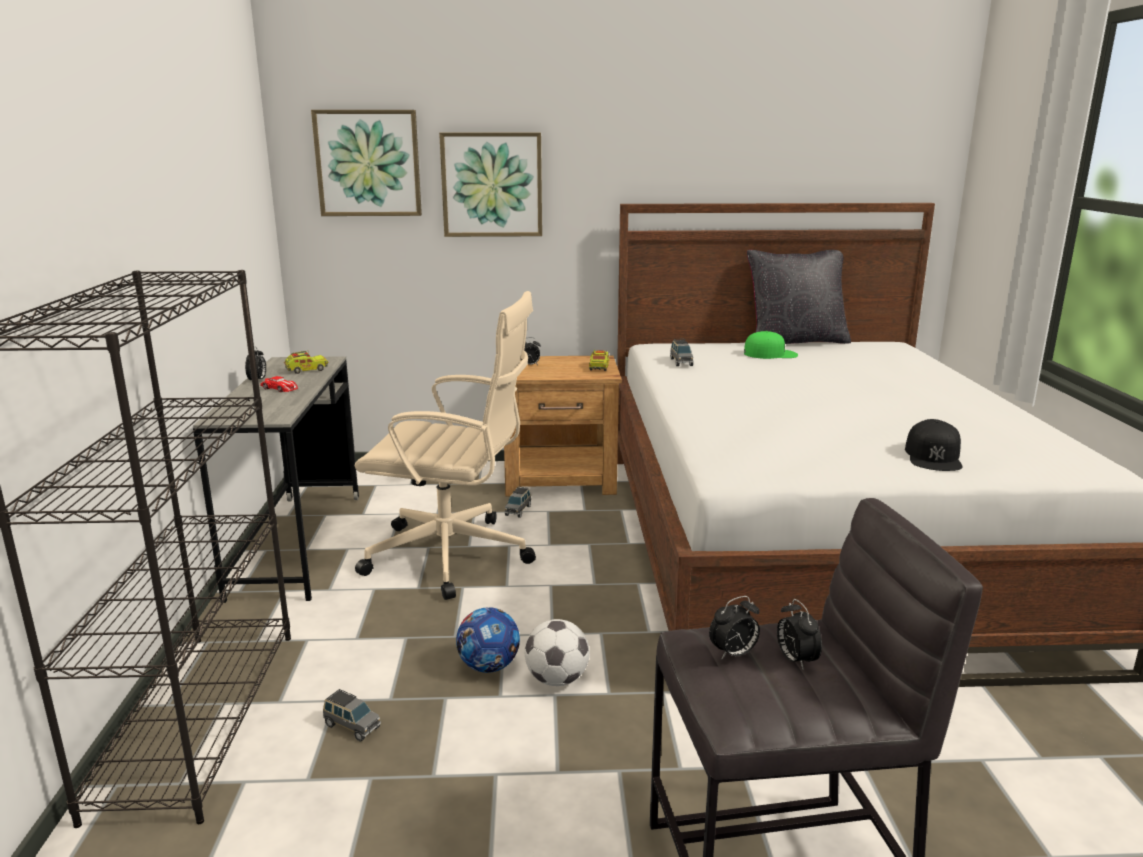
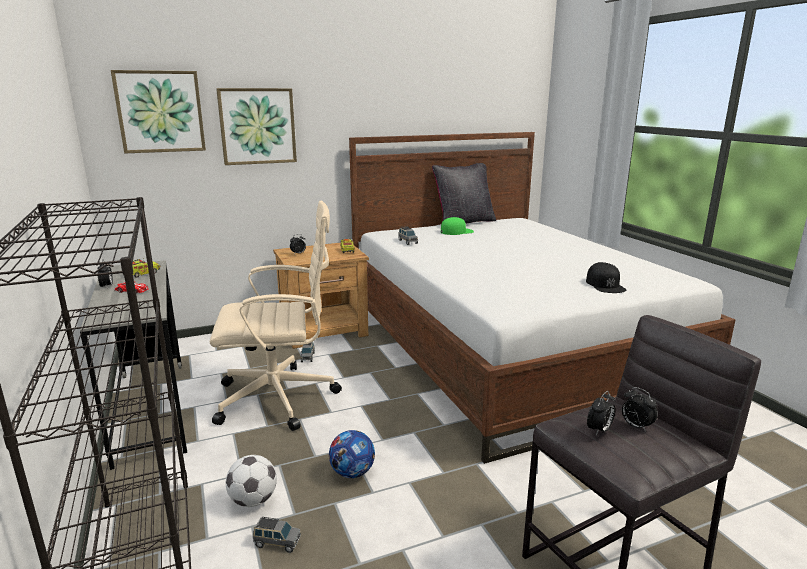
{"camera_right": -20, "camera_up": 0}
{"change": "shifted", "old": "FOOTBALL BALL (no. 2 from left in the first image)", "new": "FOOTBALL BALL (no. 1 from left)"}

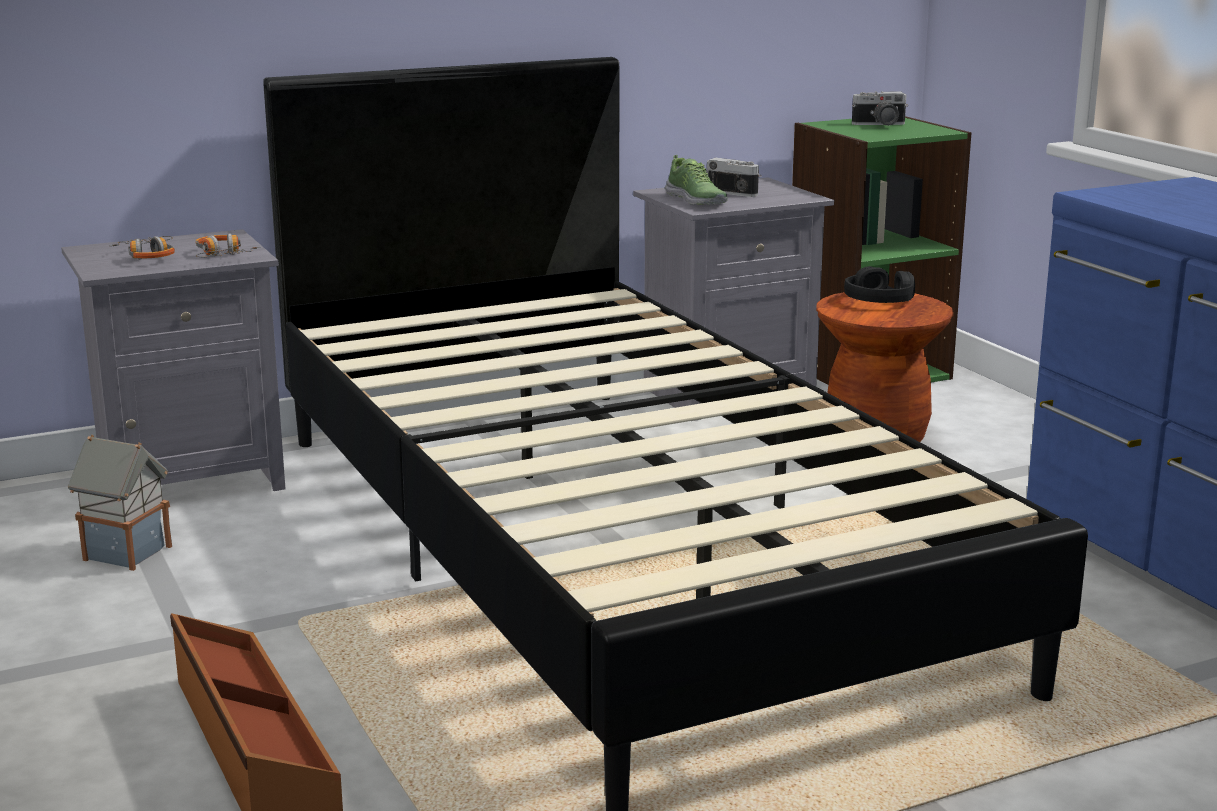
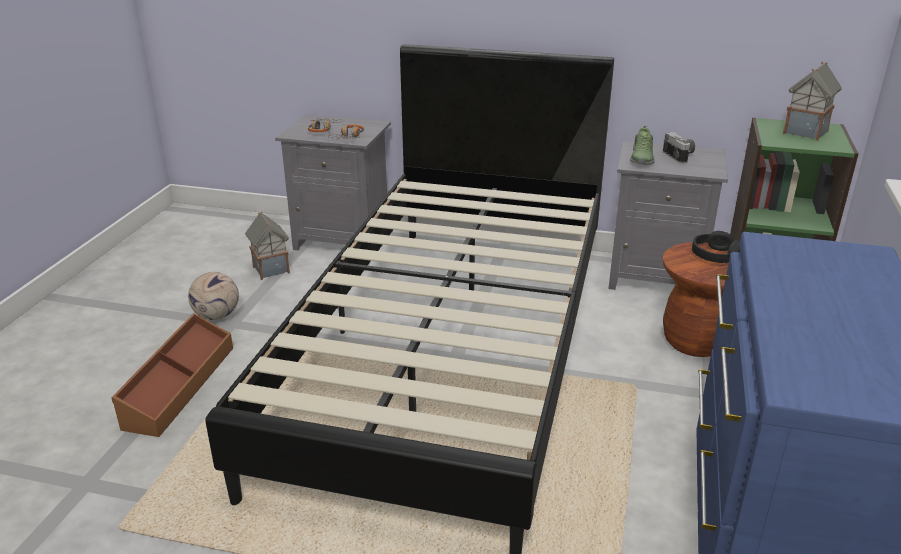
{"camera_right": 40, "camera_up": 10}
{"change": "new", "new": "FOOTBALL BALL"}
{"change": "swapped", "old": "STILL CAMERA (no. 2 from left)", "new": "MODEL HOUSE (no. 2 from left)"}

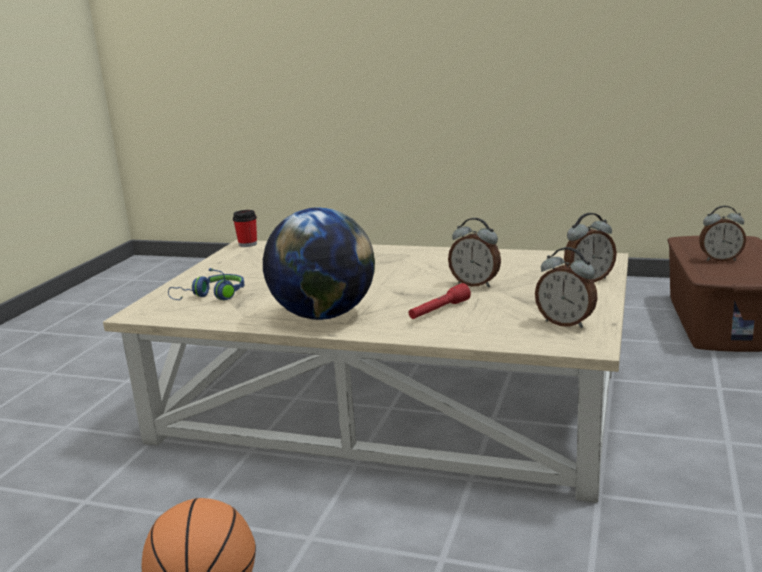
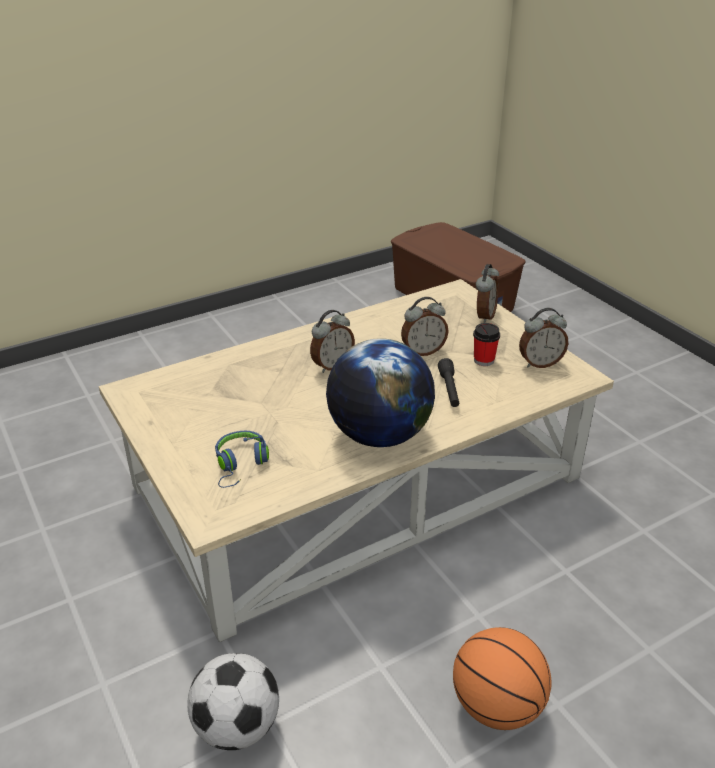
{"camera_right": -50, "camera_up": 15}
{"change": "new", "new": "FOOTBALL BALL"}
{"change": "shifted", "old": "SMALL CUP"}
{"change": "shifted", "old": "TABLE CLOCK (no. 4 from left in the first image)", "new": "TABLE CLOCK (no. 1 from left)"}
{"change": "repainted", "old": "REDDISH TORCH", "new": "BLACKISH TORCH"}

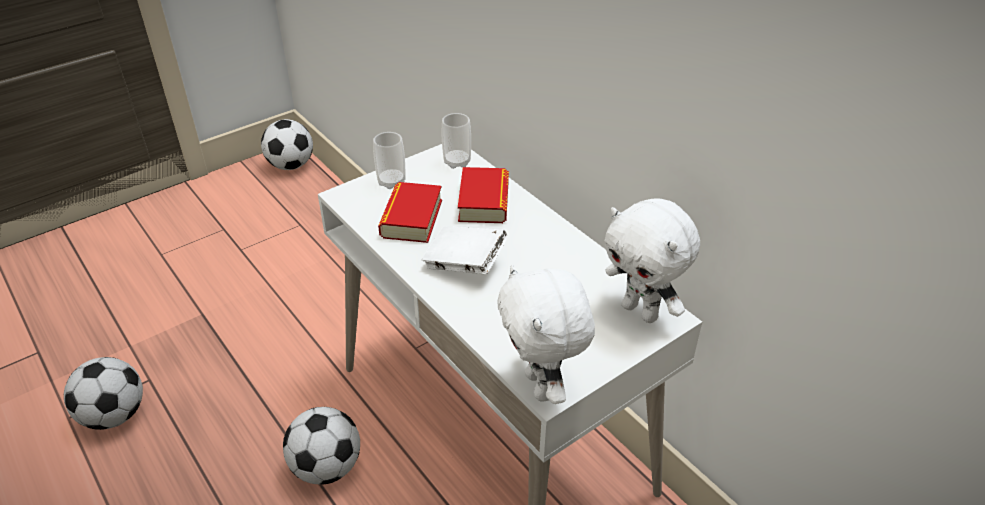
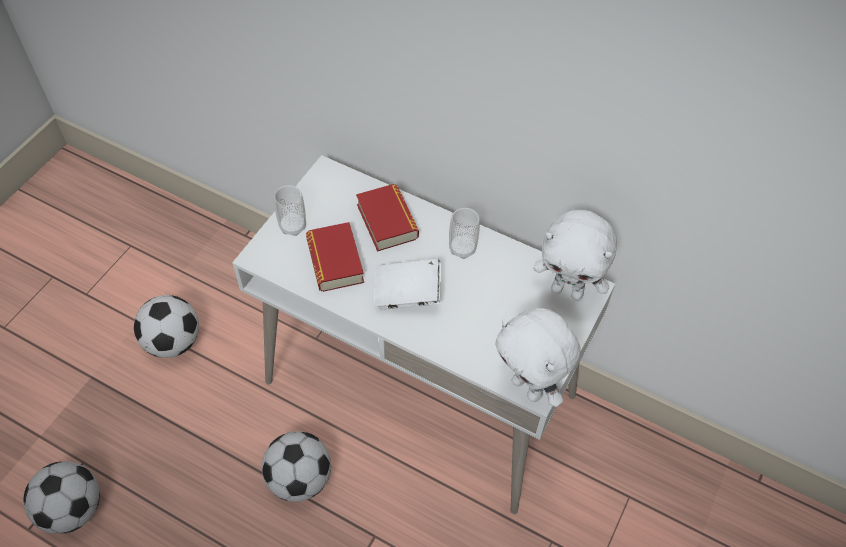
{"camera_right": -25, "camera_up": 15}
{"change": "shifted", "old": "FOOTBALL BALL (no. 2 from left)"}
{"change": "shifted", "old": "SMALL CUP (no. 2 from left)"}

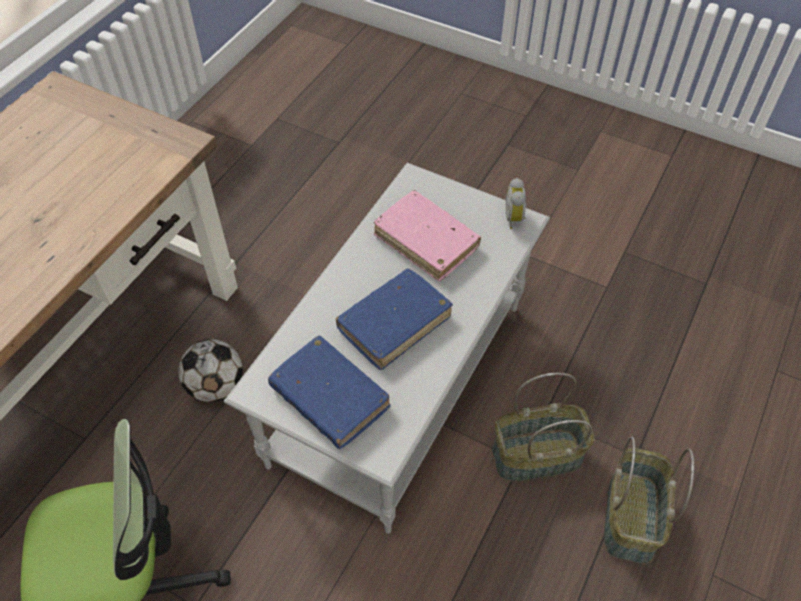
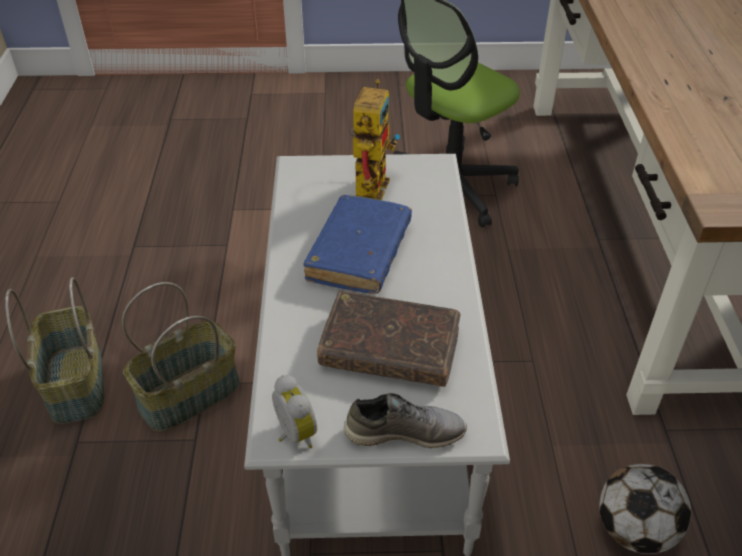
{"camera_right": 150, "camera_up": -10}
{"change": "new", "new": "GREYISH LOW SHOE"}
{"change": "shifted", "old": "FOOTBALL BALL"}
{"change": "swapped", "old": "BLUE-COLOURED VOLUME (no. 1 from left)", "new": "ROBOT FIGURE"}
{"change": "repainted", "old": "PINK-COLOURED VOLUME", "new": "BROWN VOLUME"}

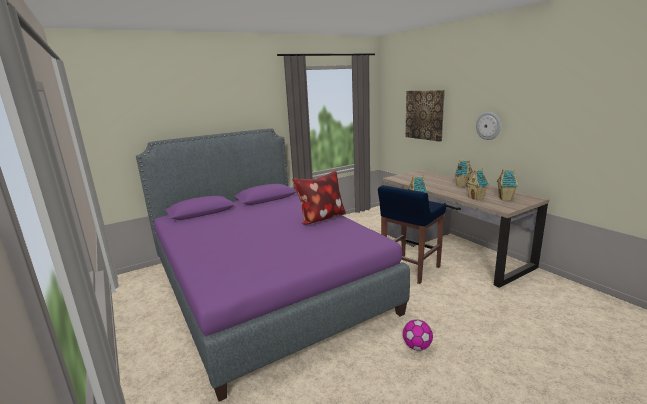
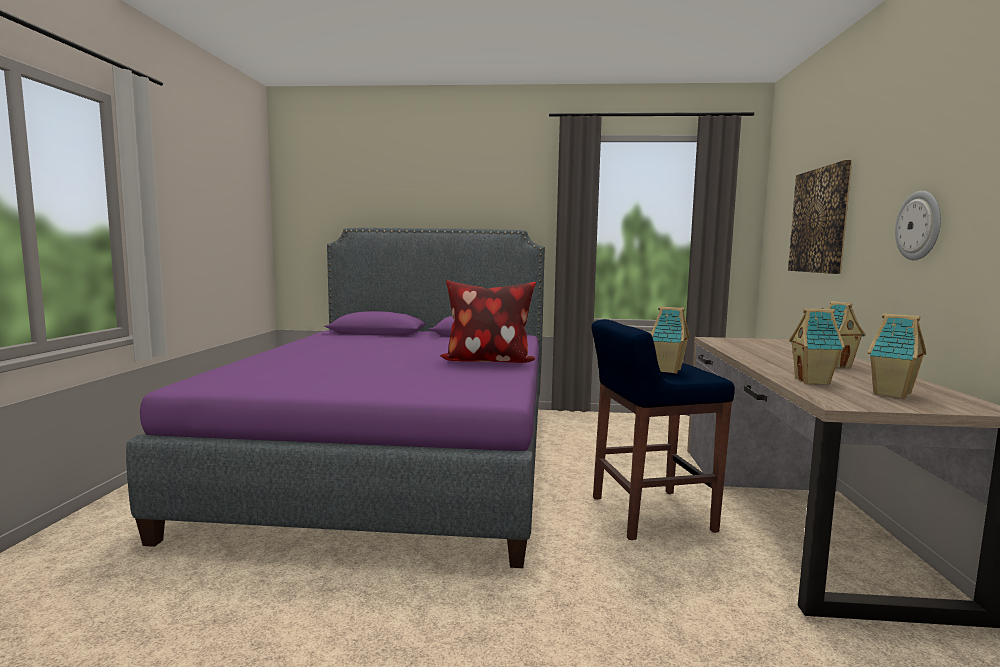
{"camera_right": 35, "camera_up": -10}
{"change": "gone", "old": "FOOTBALL BALL"}

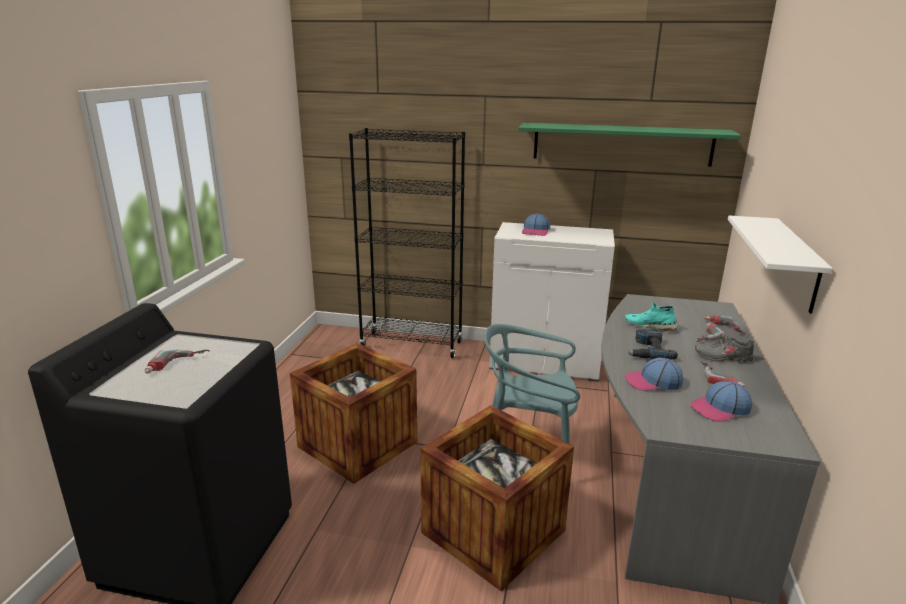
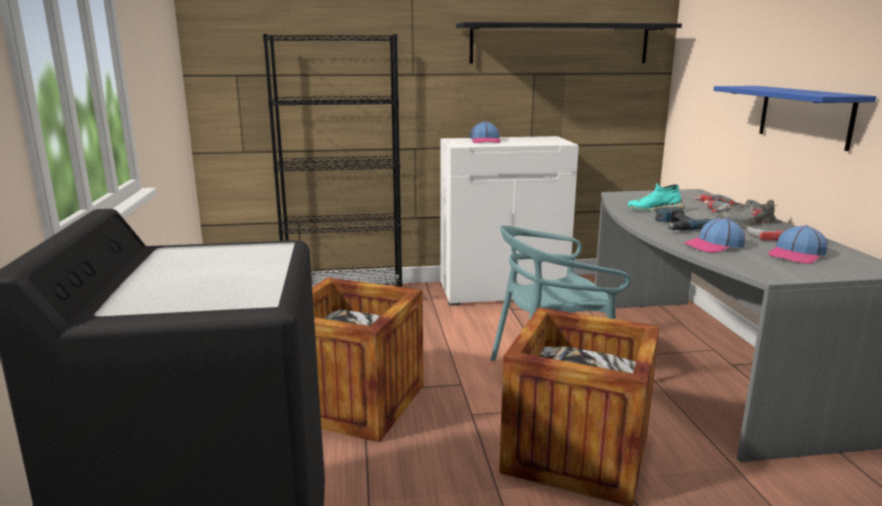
{"camera_right": -20, "camera_up": -5}
{"change": "gone", "old": "POWER DRILL (no. 1 from left)"}
{"change": "repainted", "old": "GREENISH WALL SHELF", "new": "BLACKISH WALL SHELF"}
{"change": "repainted", "old": "WHITE-COLOURED WALL SHELF", "new": "BLUE-COLOURED WALL SHELF"}

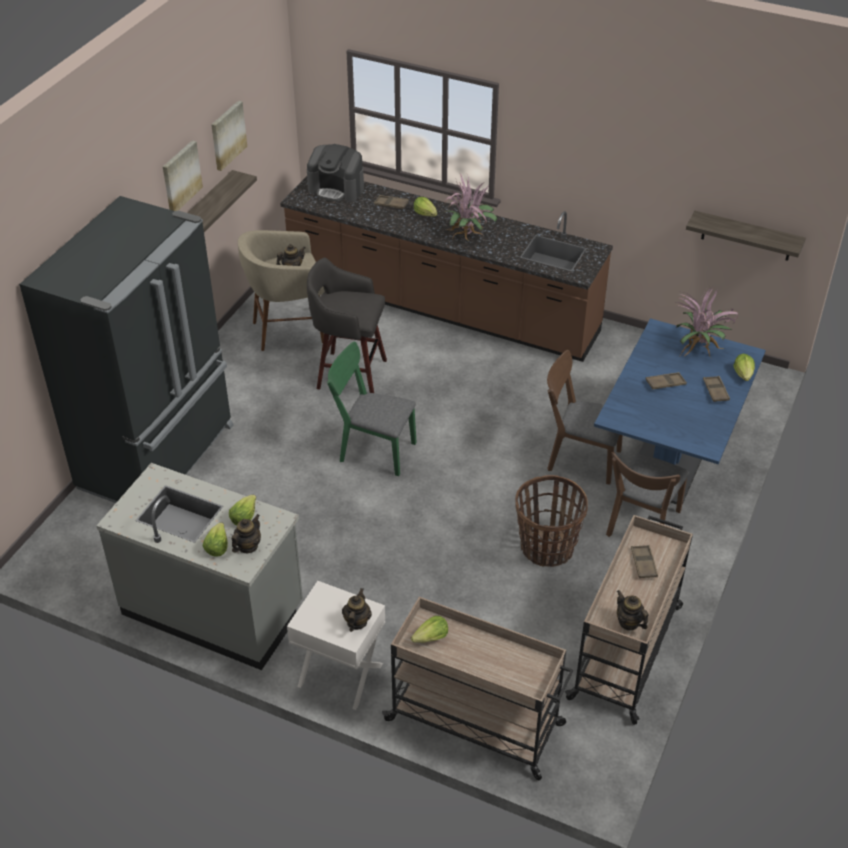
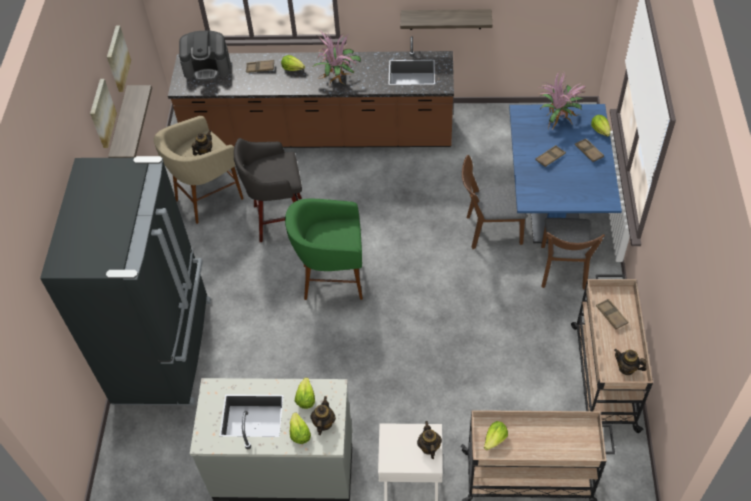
{"camera_right": -20, "camera_up": 10}
{"change": "gone", "old": "HOUSEHOLD BASKET"}
{"change": "shifted", "old": "WALL SHELF (no. 2 from left)"}
{"change": "swapped", "old": "GREENISH UPRIGHT CHAIR", "new": "GREENISH STOOL SEAT"}

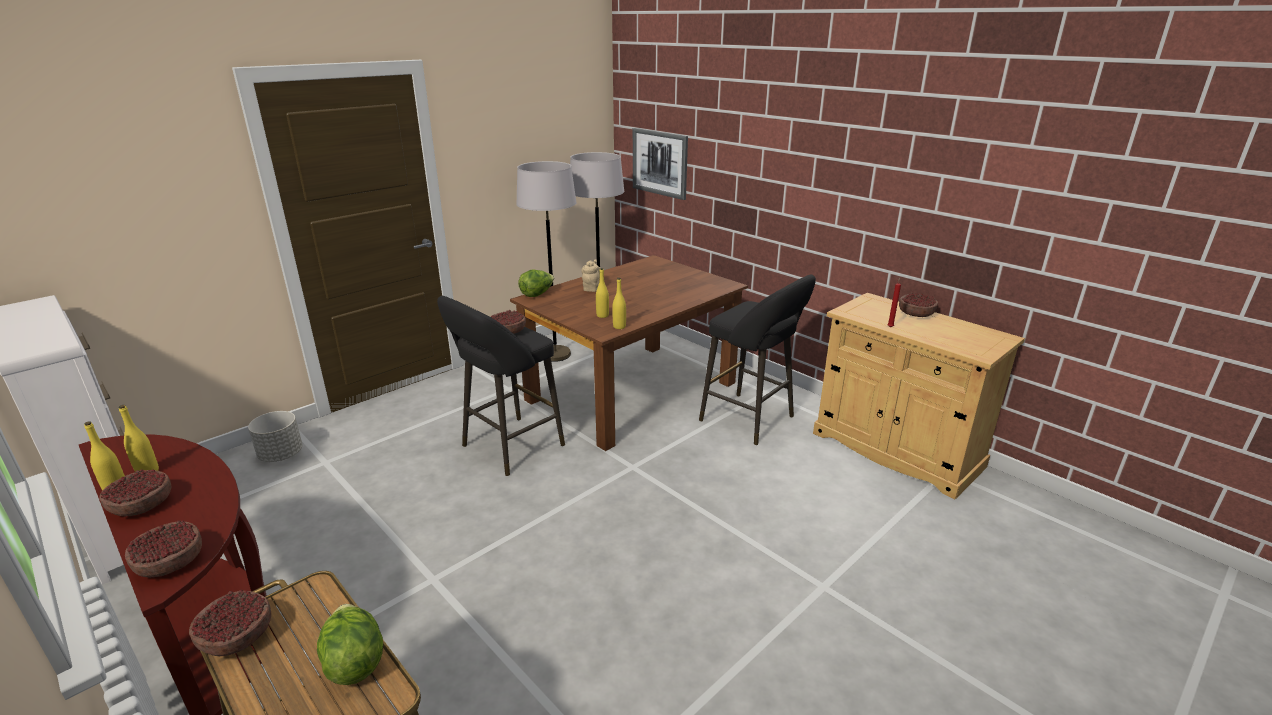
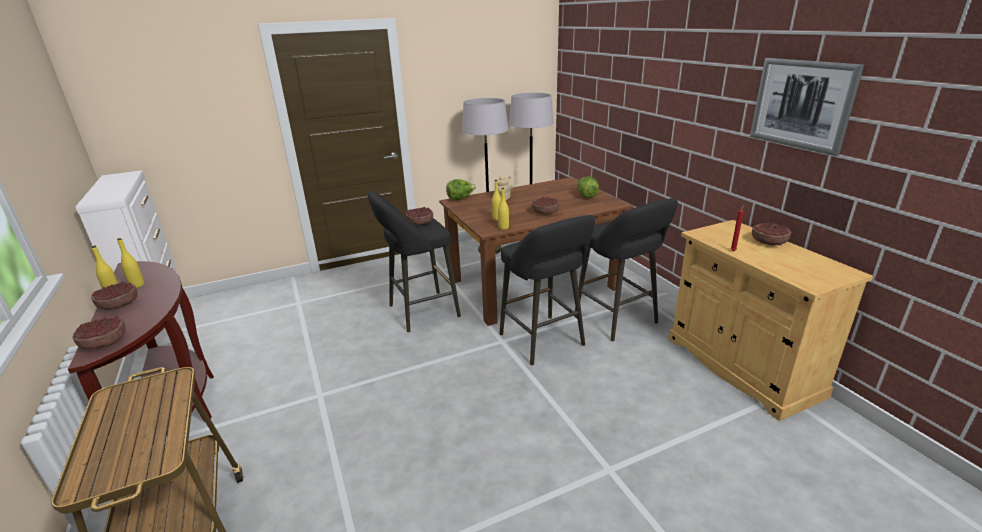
{"camera_right": 20, "camera_up": 0}
{"change": "gone", "old": "GREYISH FLOWER POT"}
{"change": "new", "new": "BLACKISH STOOL SEAT (no. 2 from left)"}
{"change": "shifted", "old": "SERVING BOWL (no. 3 from left in the first image)", "new": "SERVING BOWL (no. 4 from left)"}
{"change": "shifted", "old": "LETTUCE (no. 1 from left in the first image)", "new": "LETTUCE (no. 2 from left)"}
{"change": "shifted", "old": "WALL ART"}

